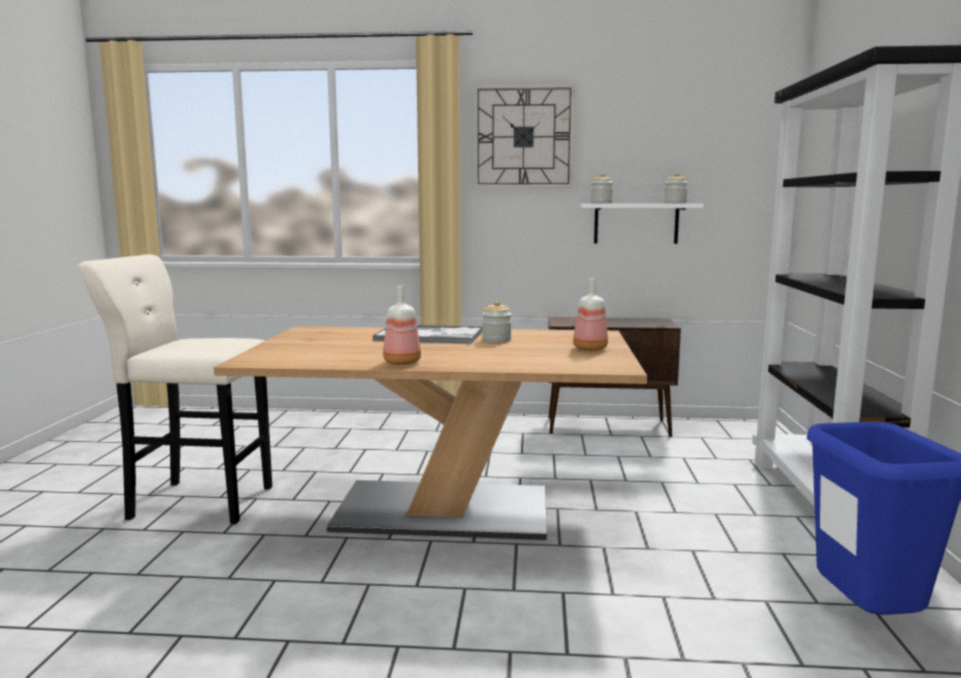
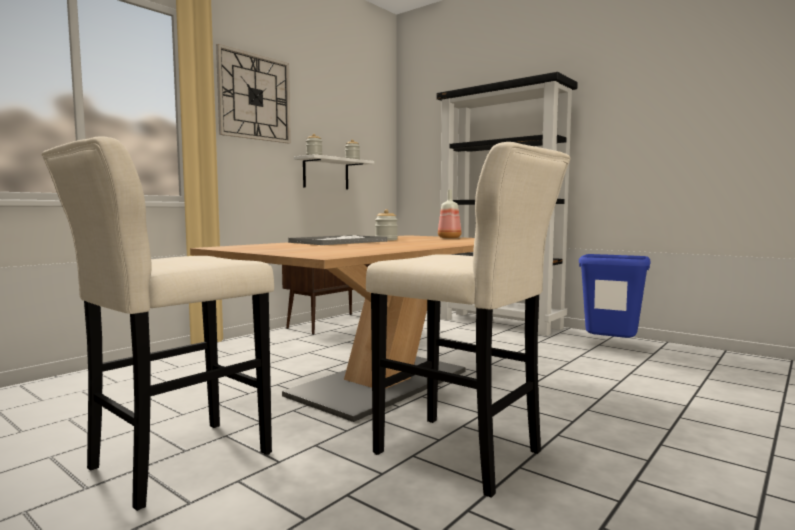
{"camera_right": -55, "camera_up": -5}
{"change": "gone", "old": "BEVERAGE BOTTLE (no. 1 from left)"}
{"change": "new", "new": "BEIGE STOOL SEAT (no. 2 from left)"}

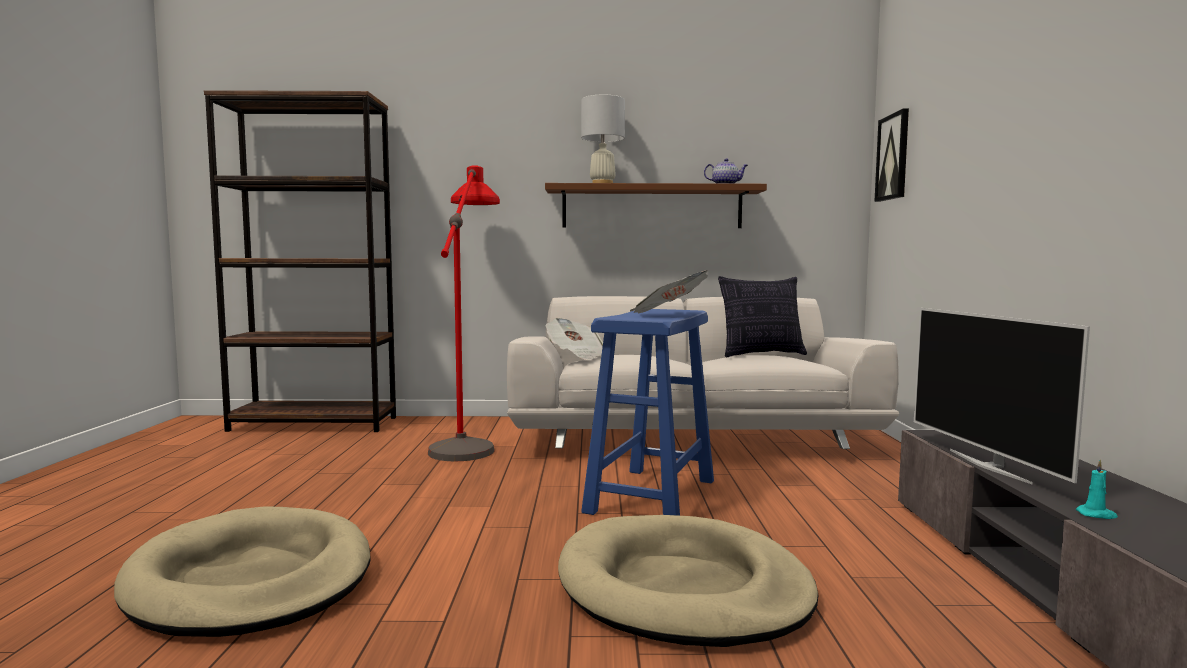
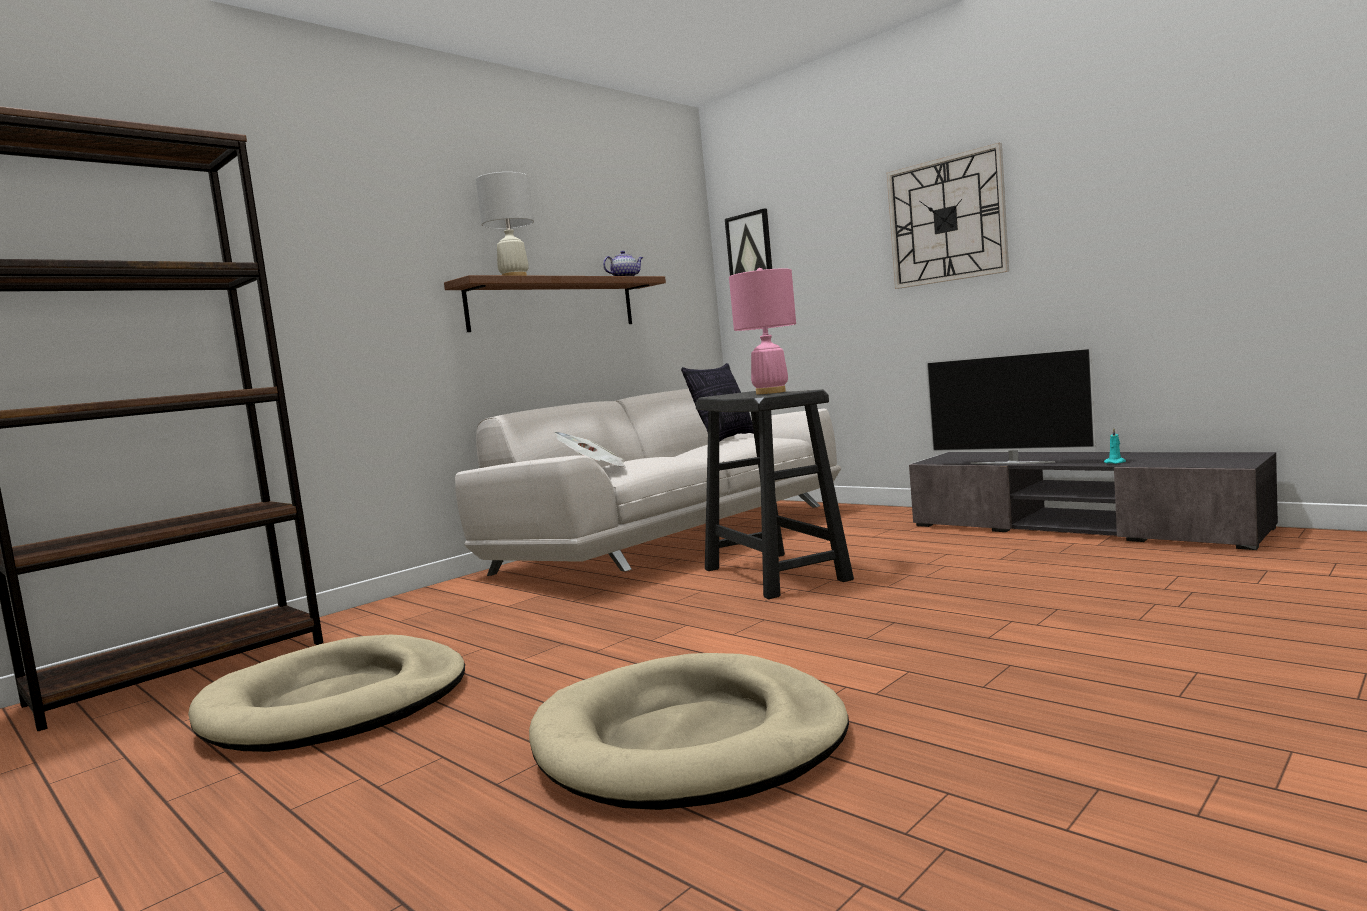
{"camera_right": -45, "camera_up": 0}
{"change": "gone", "old": "REDDISH STANDARD LAMP"}
{"change": "new", "new": "CLOCK ON THE WALL"}
{"change": "shifted", "old": "BEIGE DOG BED (no. 2 from left in the first image)", "new": "BEIGE DOG BED (no. 1 from left)"}
{"change": "swapped", "old": "PRINTED PAPER (no. 2 from left)", "new": "PINK-COLOURED LAMP FOR A TABLE"}
{"change": "repainted", "old": "BLUE-COLOURED STOOL SEAT", "new": "BLACKISH STOOL SEAT"}

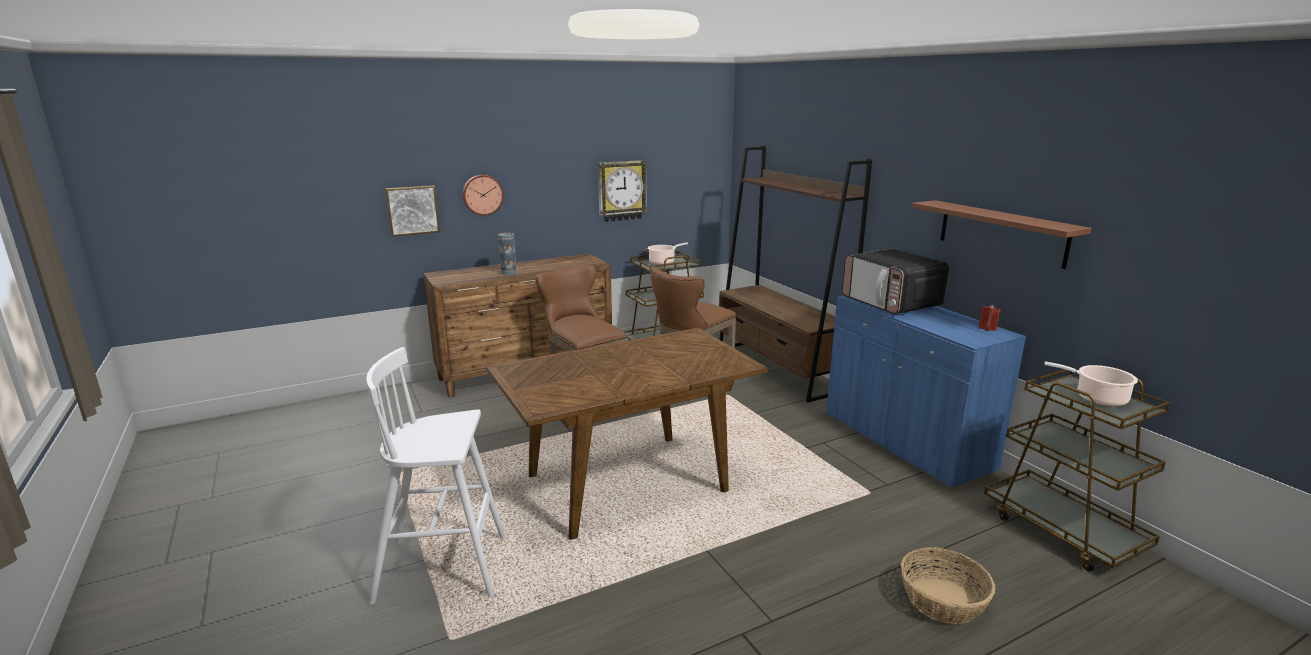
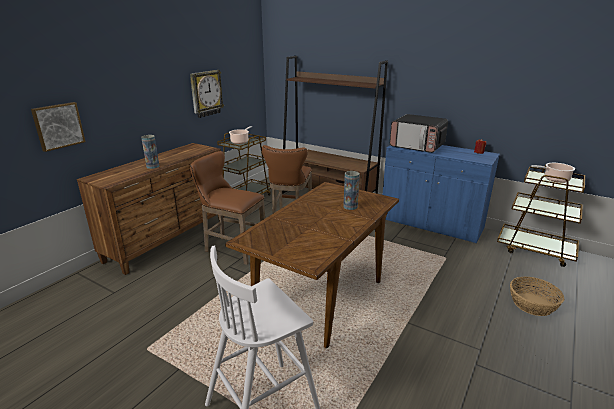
{"camera_right": -30, "camera_up": 5}
{"change": "gone", "old": "CLOCK ON THE WALL (no. 1 from left)"}
{"change": "gone", "old": "BROWN WALL SHELF"}
{"change": "new", "new": "VASE (no. 2 from left)"}

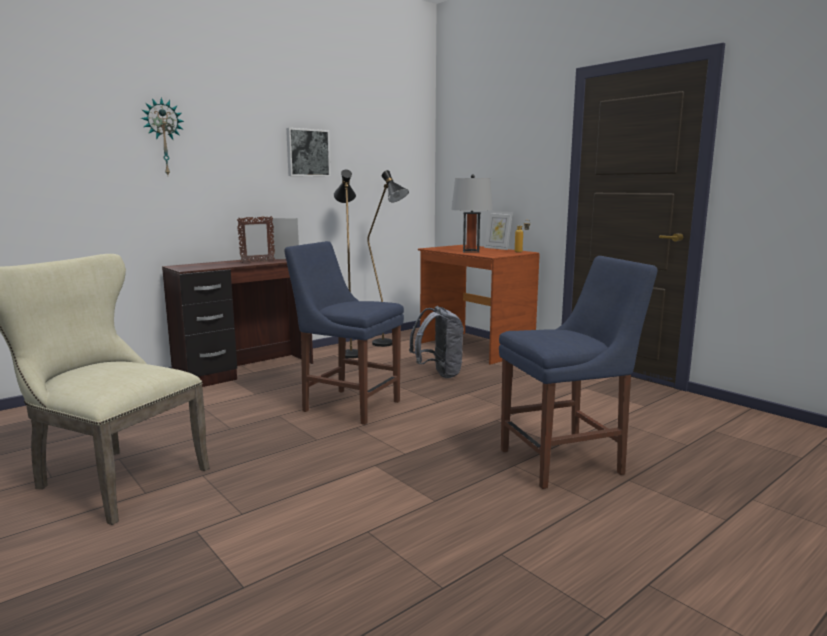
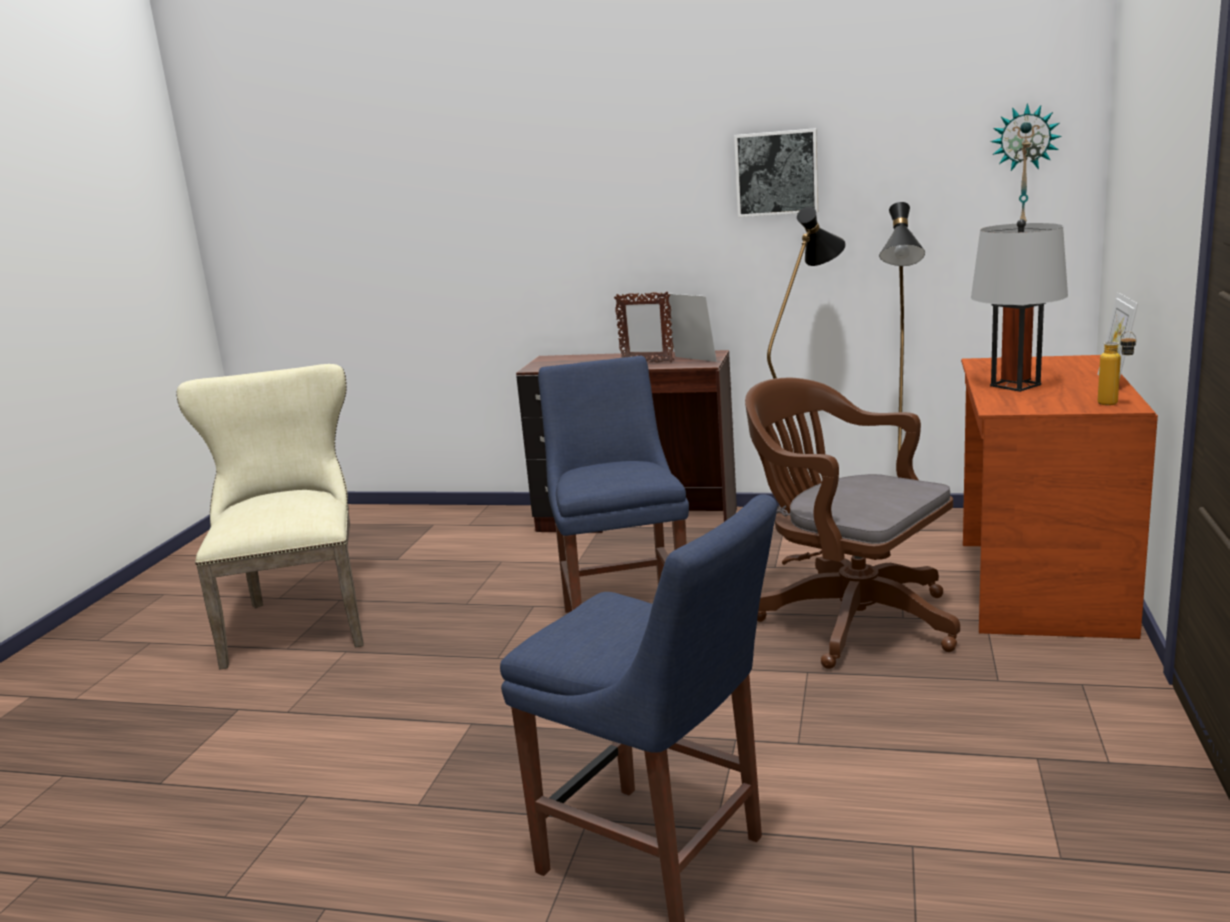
{"camera_right": 55, "camera_up": 5}
{"change": "shifted", "old": "CLOCK ON THE WALL"}
{"change": "swapped", "old": "GREYISH RUCKSACK", "new": "BROWN OFFICE CHAIR"}

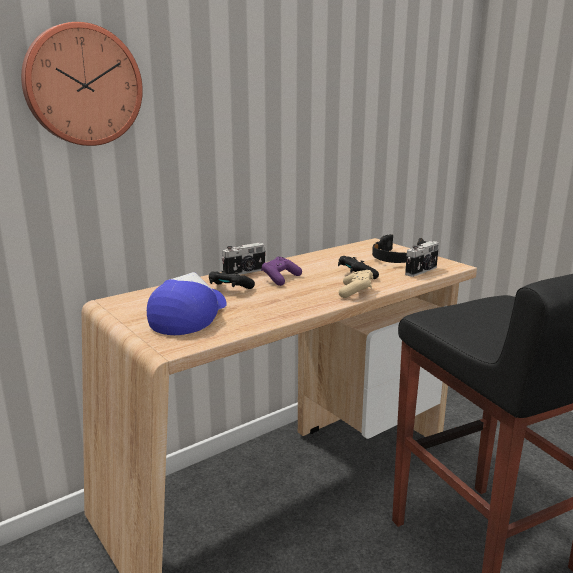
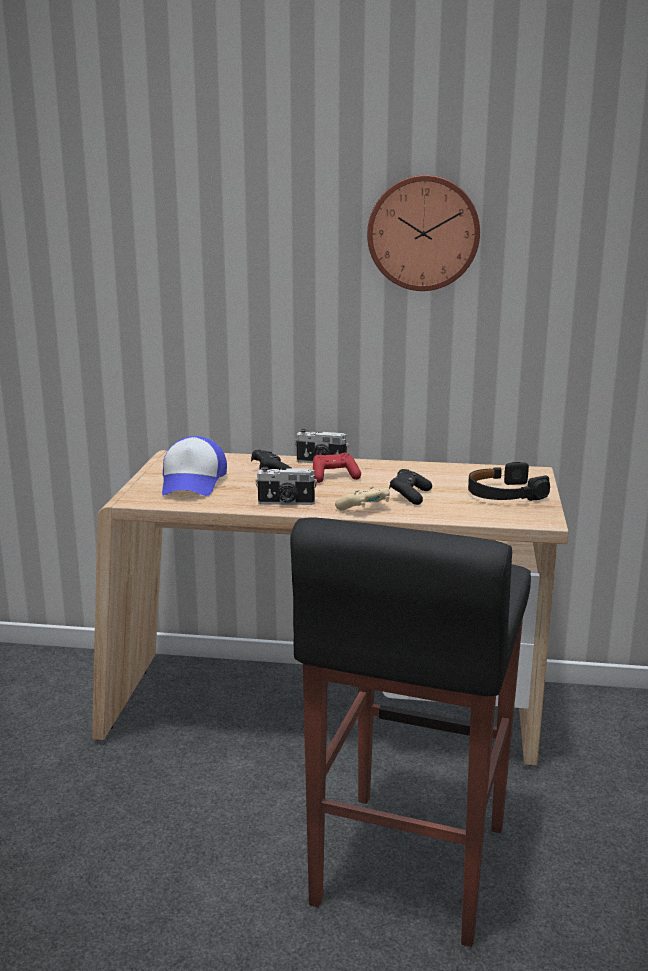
{"camera_right": 45, "camera_up": 0}
{"change": "shifted", "old": "CLOCK ON THE WALL"}
{"change": "shifted", "old": "STILL CAMERA (no. 2 from left in the first image)", "new": "STILL CAMERA (no. 1 from left)"}
{"change": "repainted", "old": "PURPLISH GAMEPAD", "new": "REDDISH GAMEPAD"}
{"change": "rotated", "old": "BASEBALL CAP", "degrees": 120}

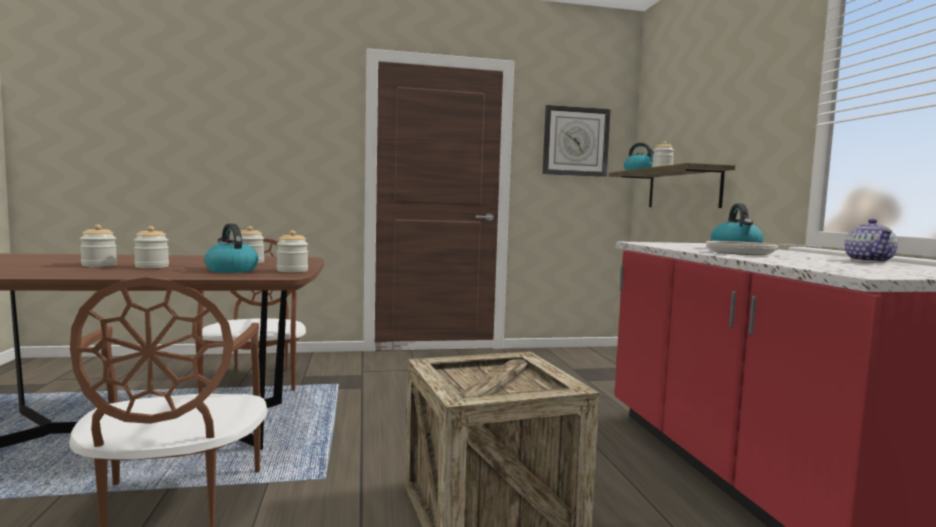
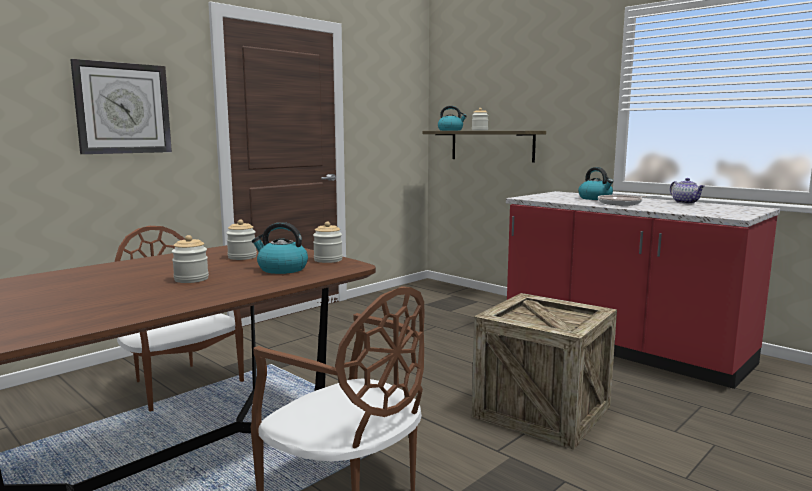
{"camera_right": -35, "camera_up": 5}
{"change": "gone", "old": "STORAGE JAR (no. 1 from left)"}
{"change": "shifted", "old": "CLOCK ON THE WALL"}

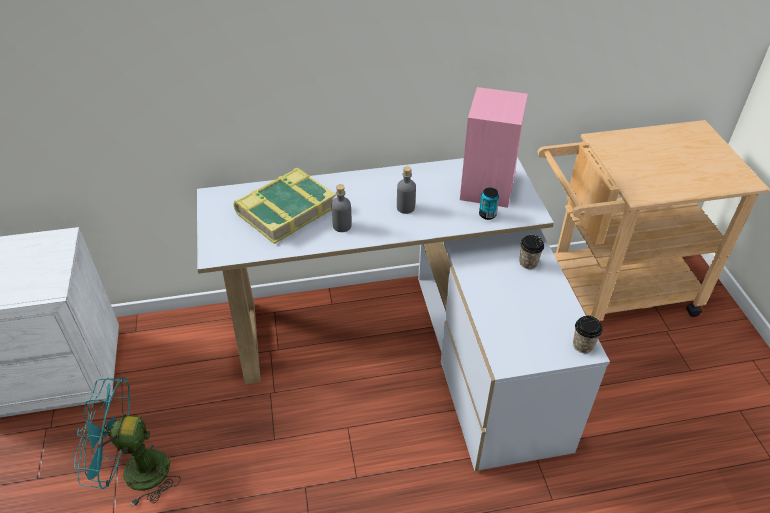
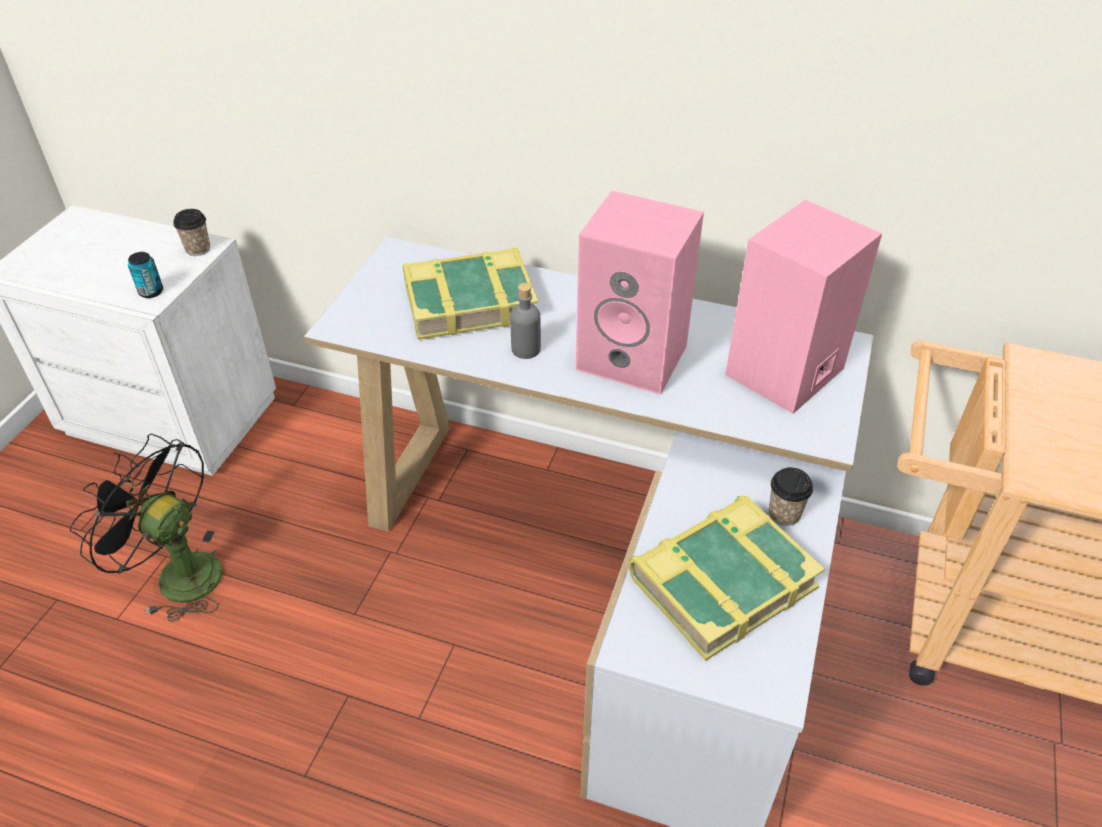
{"camera_right": 30, "camera_up": 0}
{"change": "new", "new": "VOLUME (no. 2 from left)"}
{"change": "shifted", "old": "METAL CAN"}
{"change": "shifted", "old": "SMALL CUP (no. 2 from left in the first image)", "new": "SMALL CUP (no. 1 from left)"}
{"change": "swapped", "old": "GREYISH BEVERAGE BOTTLE (no. 2 from left)", "new": "PINK-COLOURED LOUDSPEAKER (no. 1 from left)"}
{"change": "repainted", "old": "TURQUOISE-COLOURED ELECTRIC FAN", "new": "BLACKISH ELECTRIC FAN"}

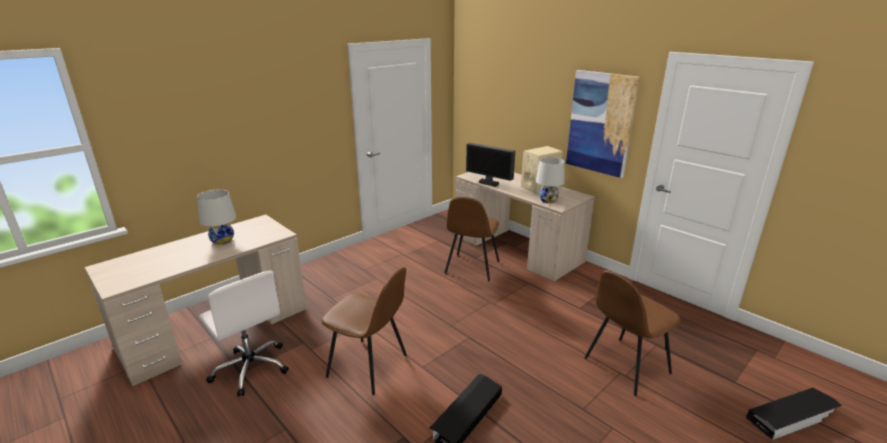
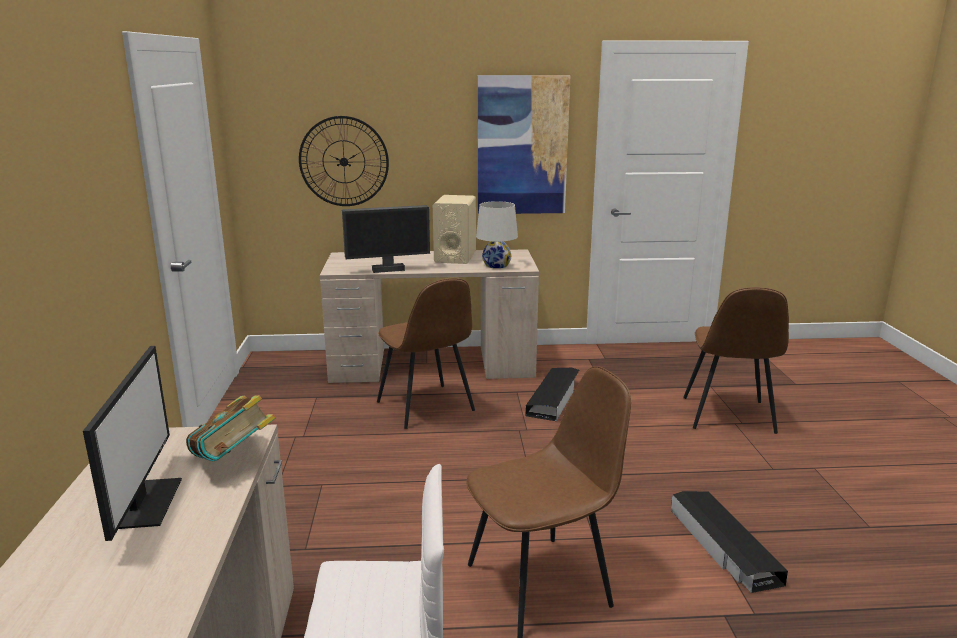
{"camera_right": -50, "camera_up": -5}
{"change": "new", "new": "VOLUME"}
{"change": "new", "new": "CLOCK ON THE WALL"}
{"change": "shifted", "old": "BLACKISH STORAGE CONTAINER (no. 2 from left in the first image)", "new": "BLACKISH STORAGE CONTAINER (no. 1 from left)"}
{"change": "swapped", "old": "WHITE-COLOURED LAMP FOR A TABLE (no. 1 from left)", "new": "COMPUTER DISPLAY (no. 1 from left)"}

